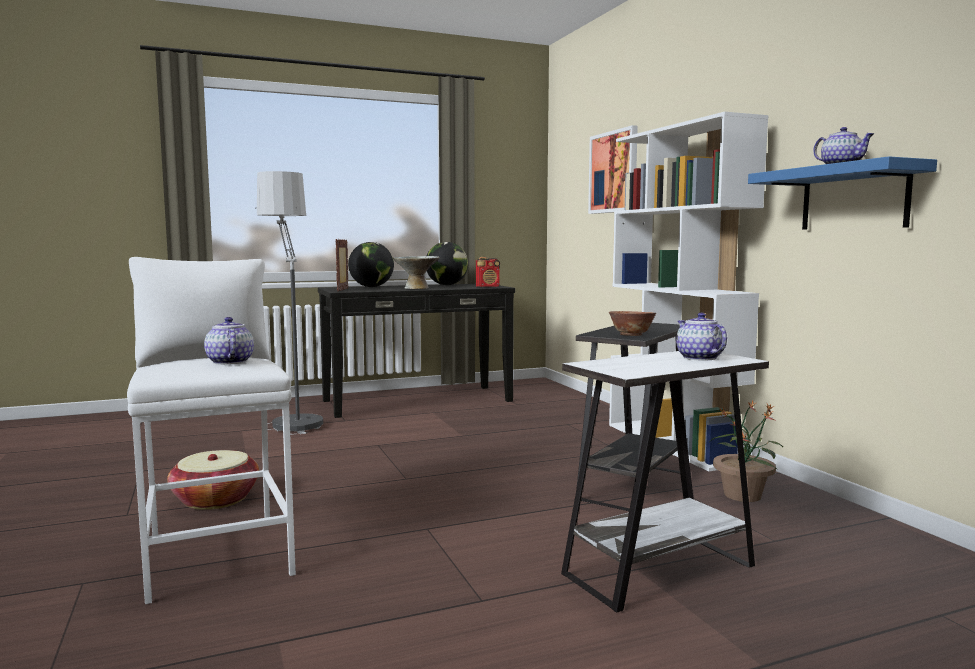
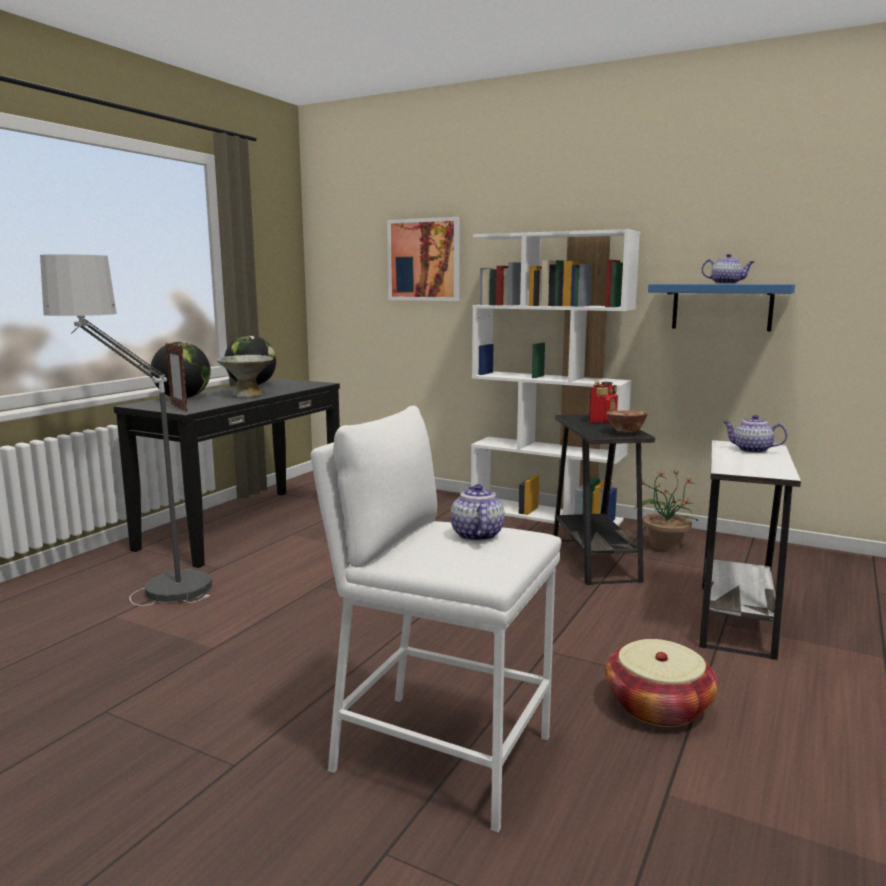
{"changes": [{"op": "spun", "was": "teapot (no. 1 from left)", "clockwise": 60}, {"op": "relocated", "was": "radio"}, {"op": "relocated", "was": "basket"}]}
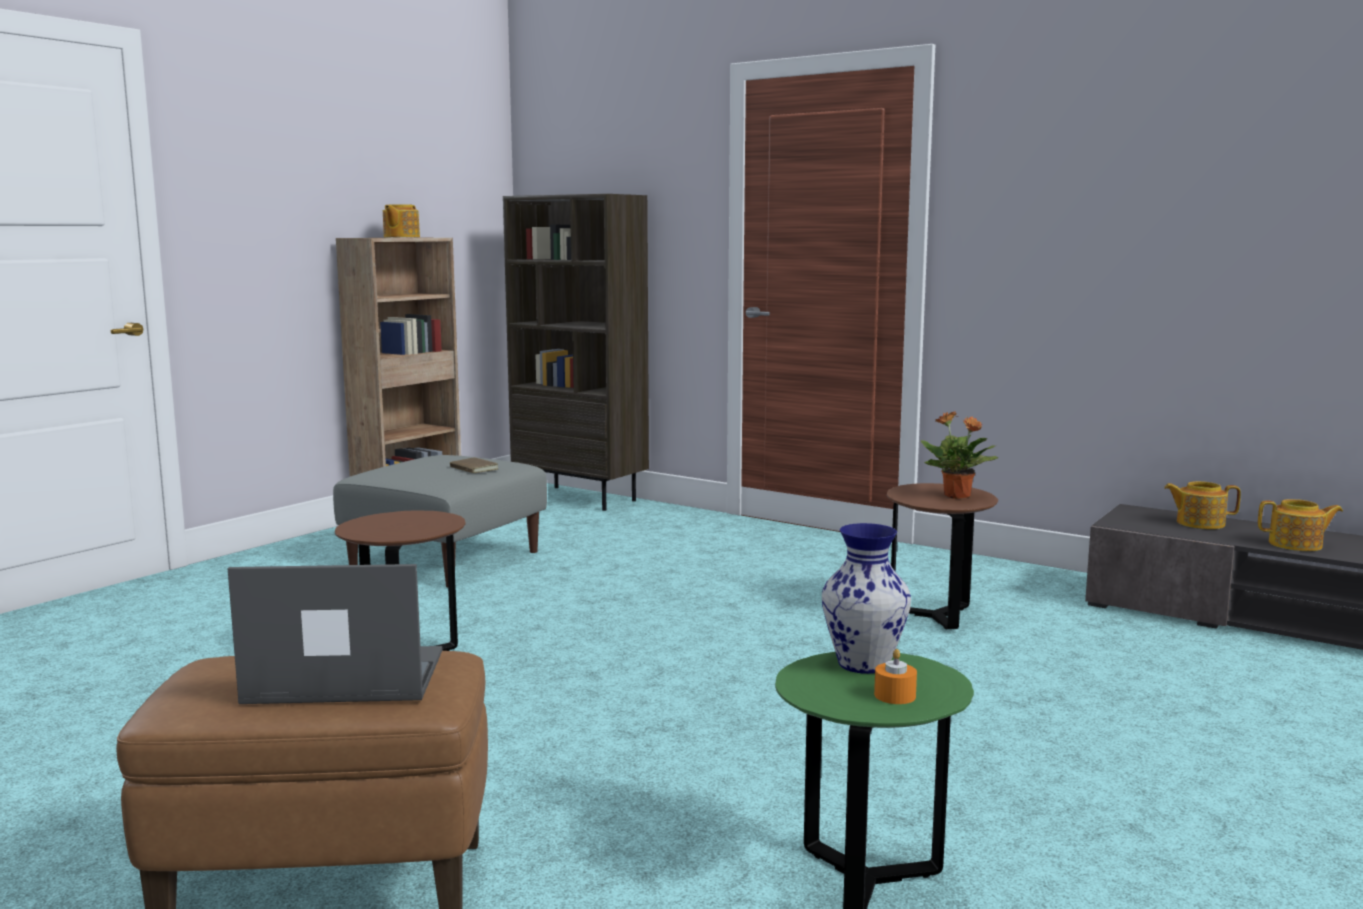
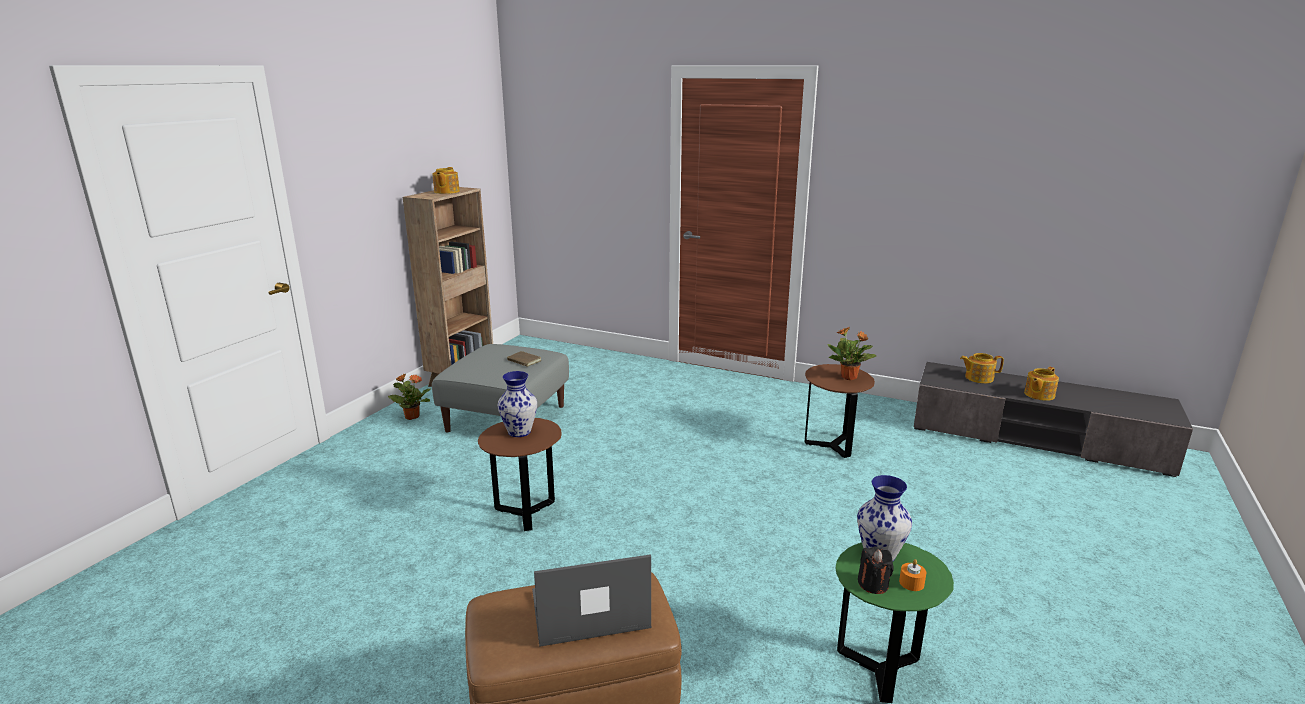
{"changes": [{"op": "appeared", "now": "potted_plant (no. 1 from left)"}, {"op": "appeared", "now": "vase (no. 1 from left)"}, {"op": "appeared", "now": "black_candle"}, {"op": "spun", "was": "teapot (no. 3 from left)", "clockwise": 135}, {"op": "missing", "was": "brown_bookcase (no. 2 from left)"}]}
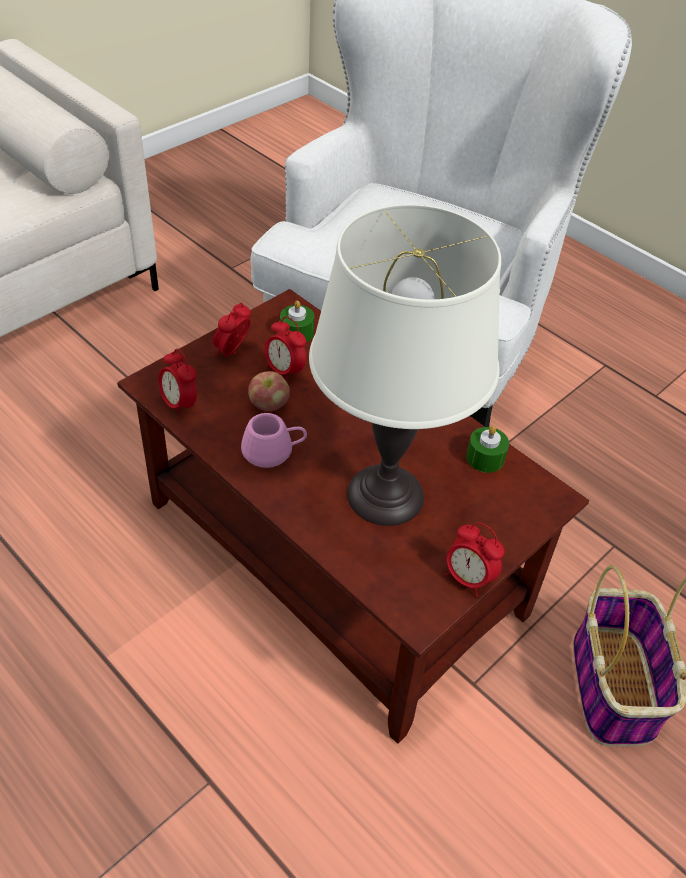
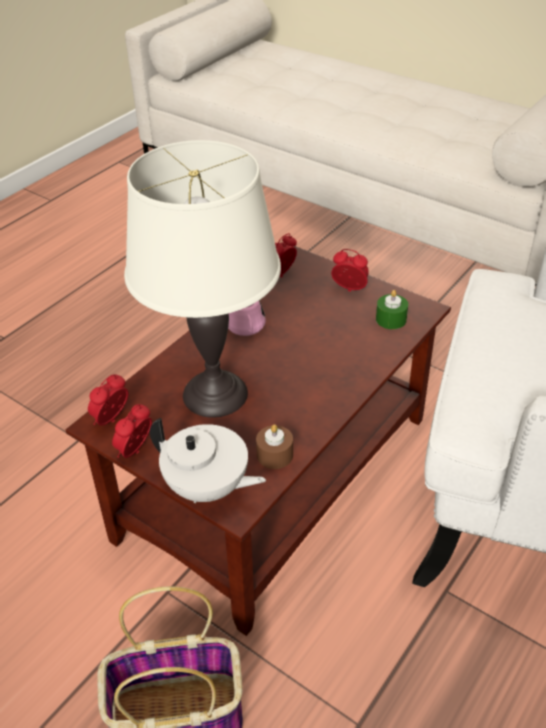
{"changes": [{"op": "relocated", "was": "alarm_clock (no. 3 from left in the first image)", "now": "alarm_clock (no. 1 from left)"}, {"op": "appeared", "now": "white_teapot"}, {"op": "colour", "was": "green_candle (no. 2 from left)", "now": "brown_candle"}, {"op": "missing", "was": "apple"}]}
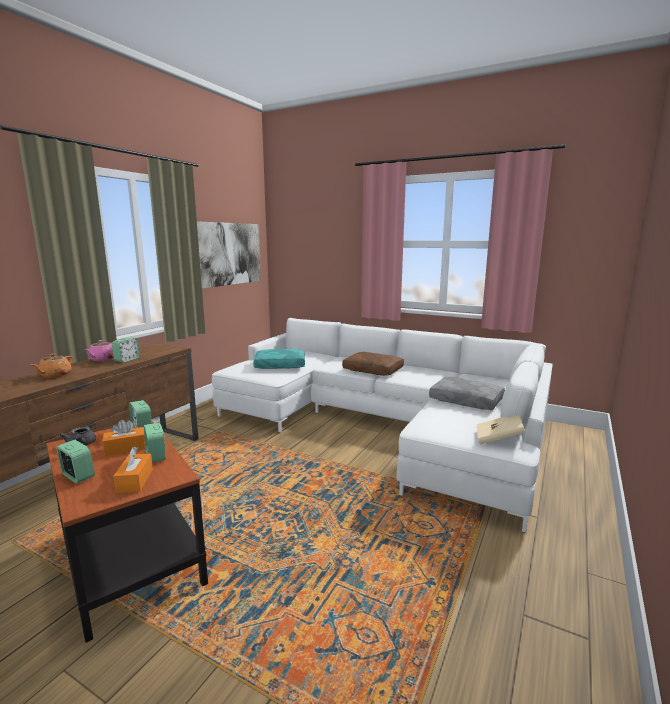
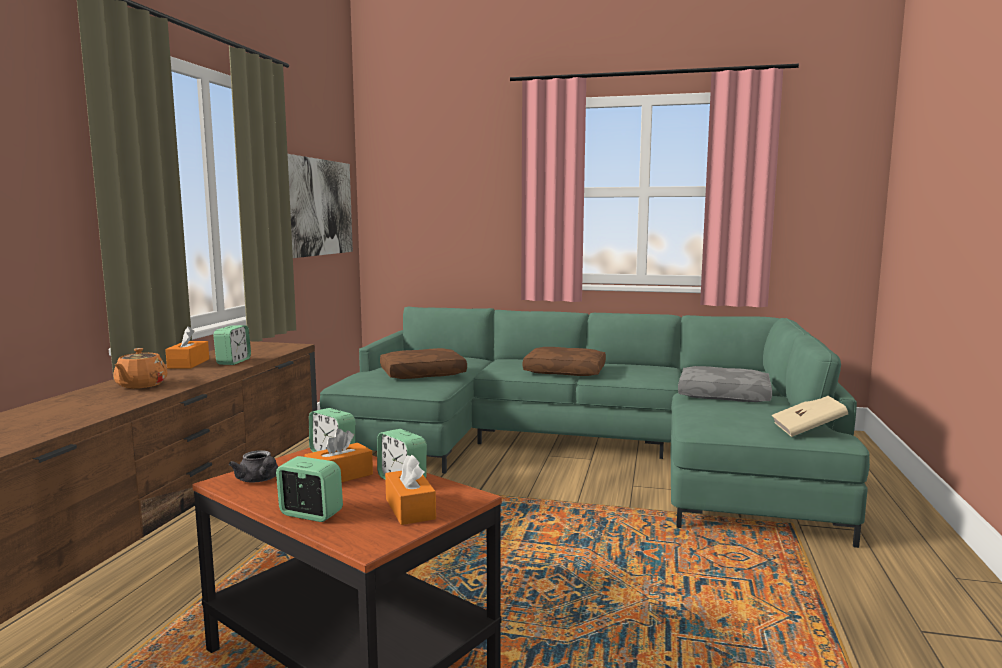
{"changes": [{"op": "exchanged", "was": "pink_teapot", "now": "orange_tissue_box (no. 1 from left)"}, {"op": "colour", "was": "white_sofa", "now": "green_sofa"}, {"op": "colour", "was": "turquoise_pillow", "now": "brown_pillow (no. 1 from left)"}]}
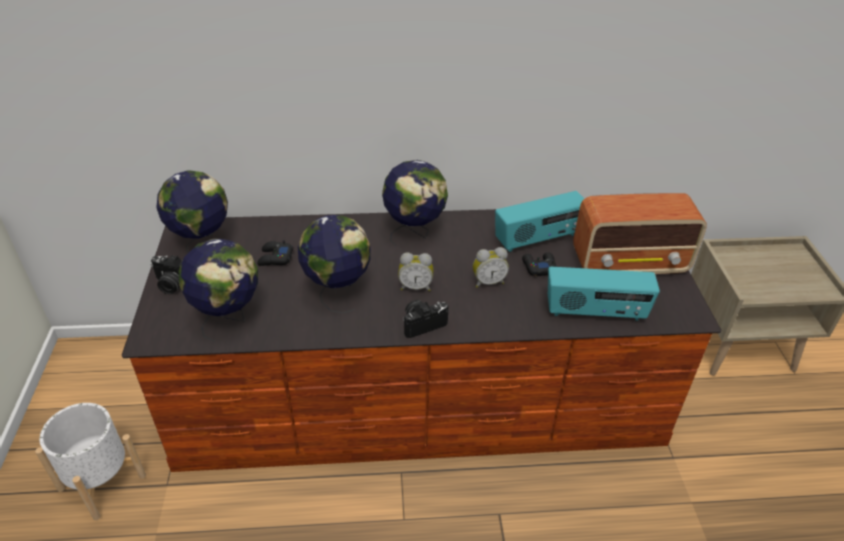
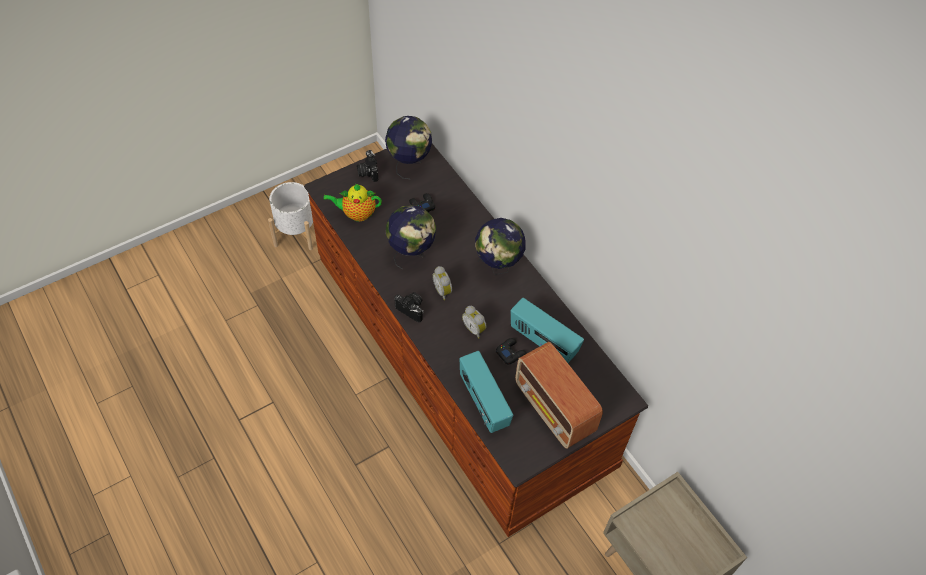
{"changes": [{"op": "exchanged", "was": "globe (no. 2 from left)", "now": "teapot"}]}
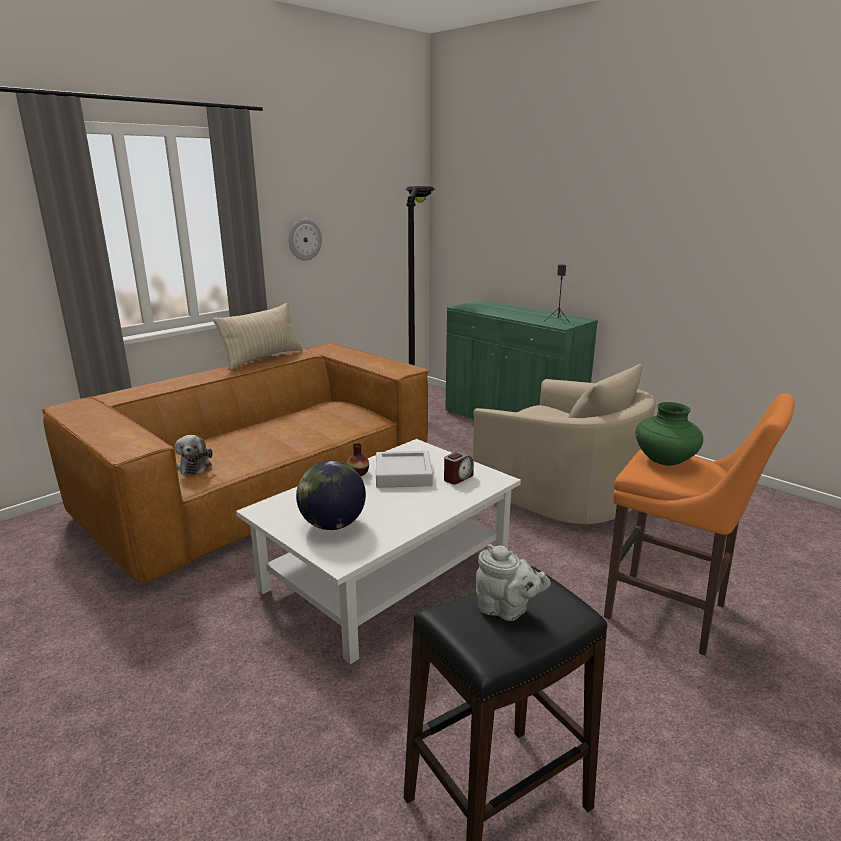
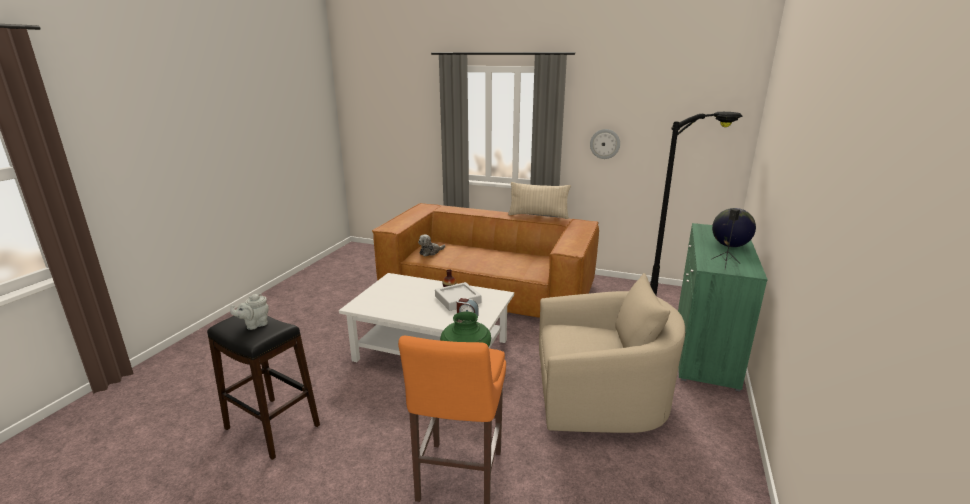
{"changes": [{"op": "spun", "was": "grey_teapot", "clockwise": 45}, {"op": "spun", "was": "beige_armchair", "clockwise": -105}, {"op": "relocated", "was": "globe"}]}
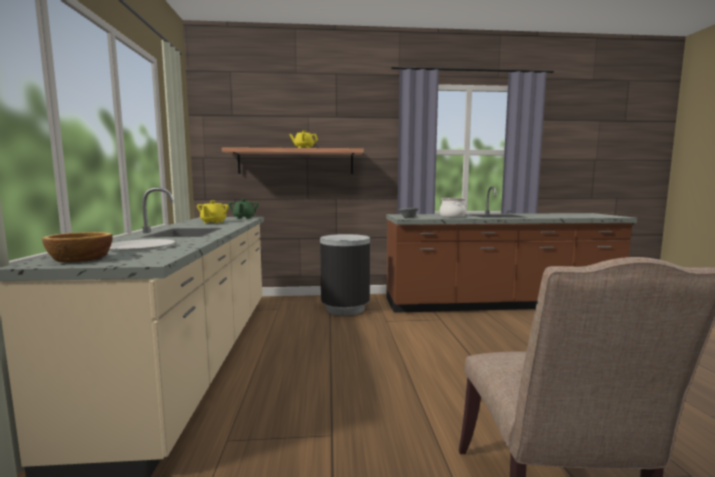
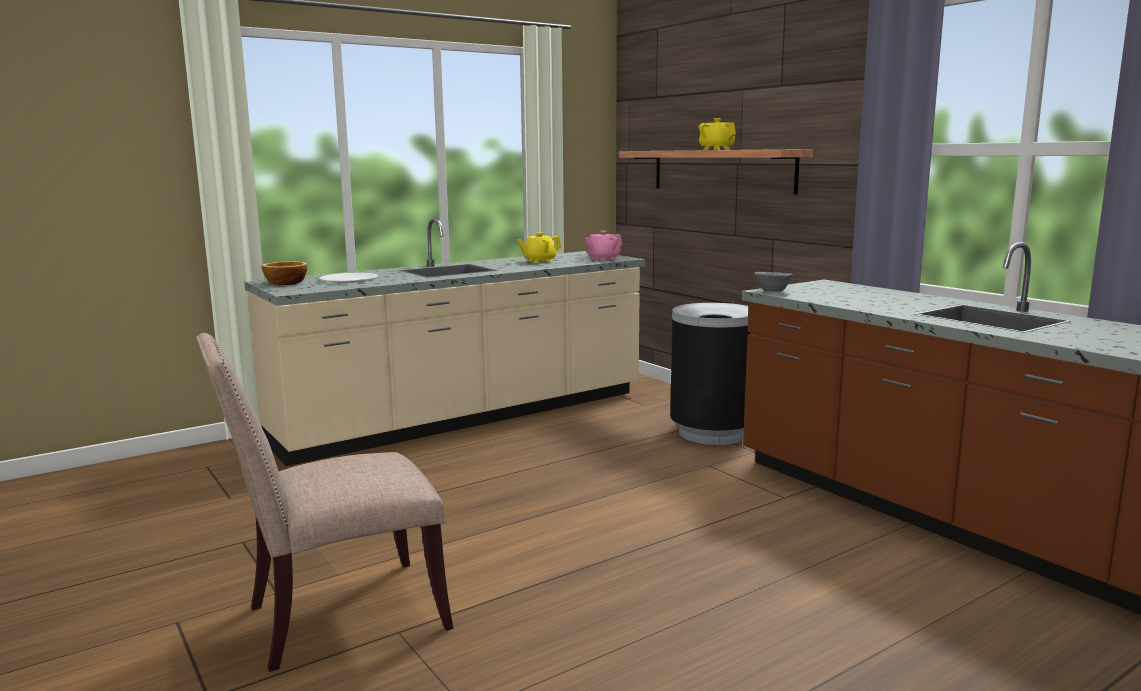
{"changes": [{"op": "colour", "was": "green_teapot", "now": "pink_teapot"}, {"op": "missing", "was": "cooking_pot"}]}
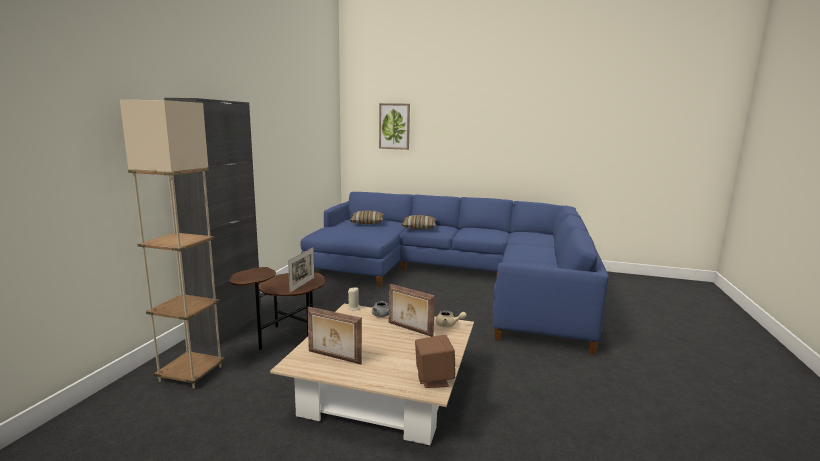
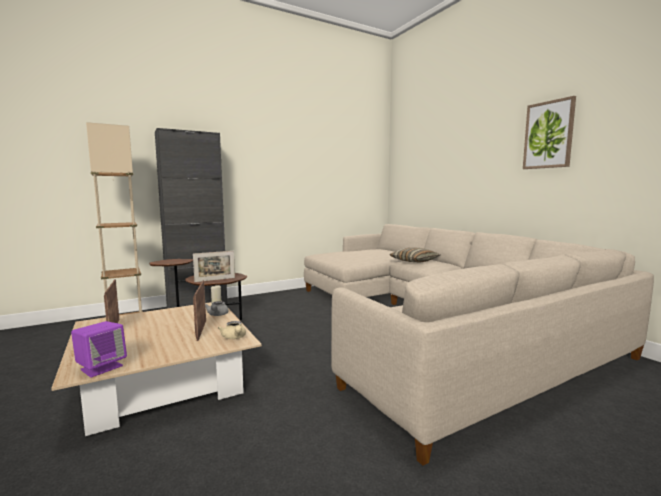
{"changes": [{"op": "colour", "was": "brown_speaker", "now": "purple_speaker"}, {"op": "colour", "was": "blue_sofa", "now": "beige_sofa"}, {"op": "relocated", "was": "picture"}, {"op": "missing", "was": "pillow (no. 1 from left)"}]}
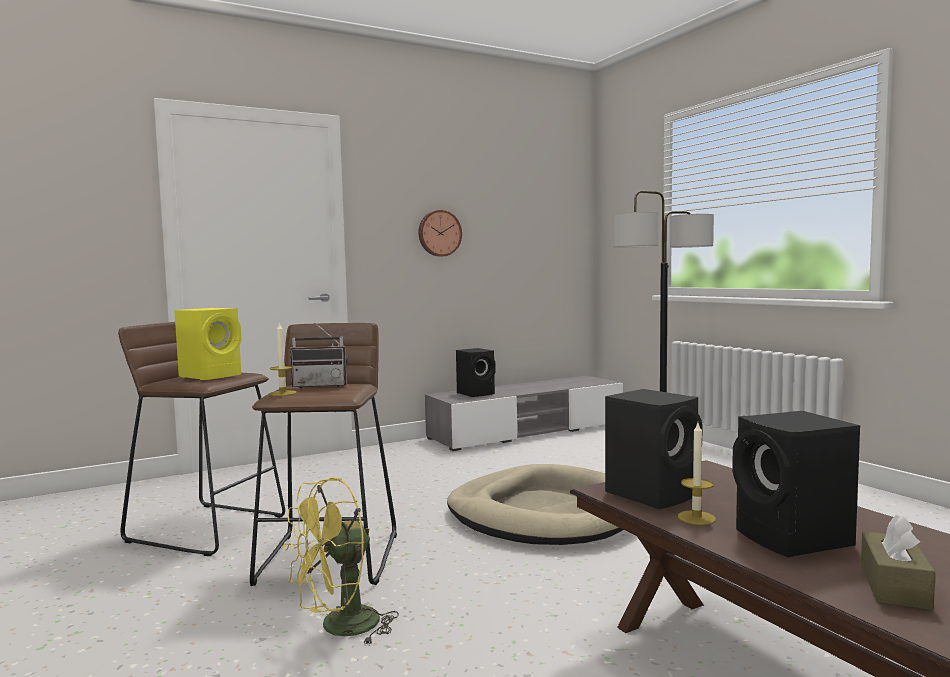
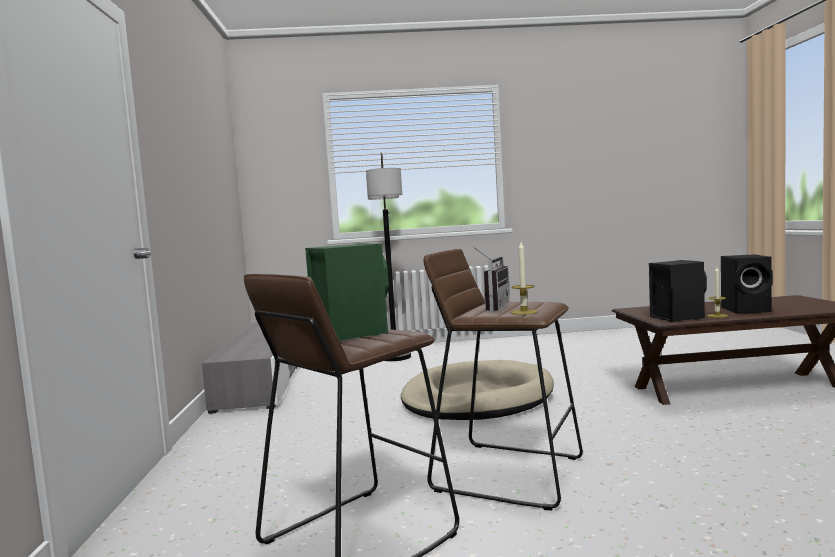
{"changes": [{"op": "colour", "was": "yellow_speaker", "now": "green_speaker"}, {"op": "missing", "was": "yellow_fan"}, {"op": "missing", "was": "wall_clock"}, {"op": "missing", "was": "black_speaker (no. 1 from left)"}, {"op": "missing", "was": "brown_tissue_box"}]}
